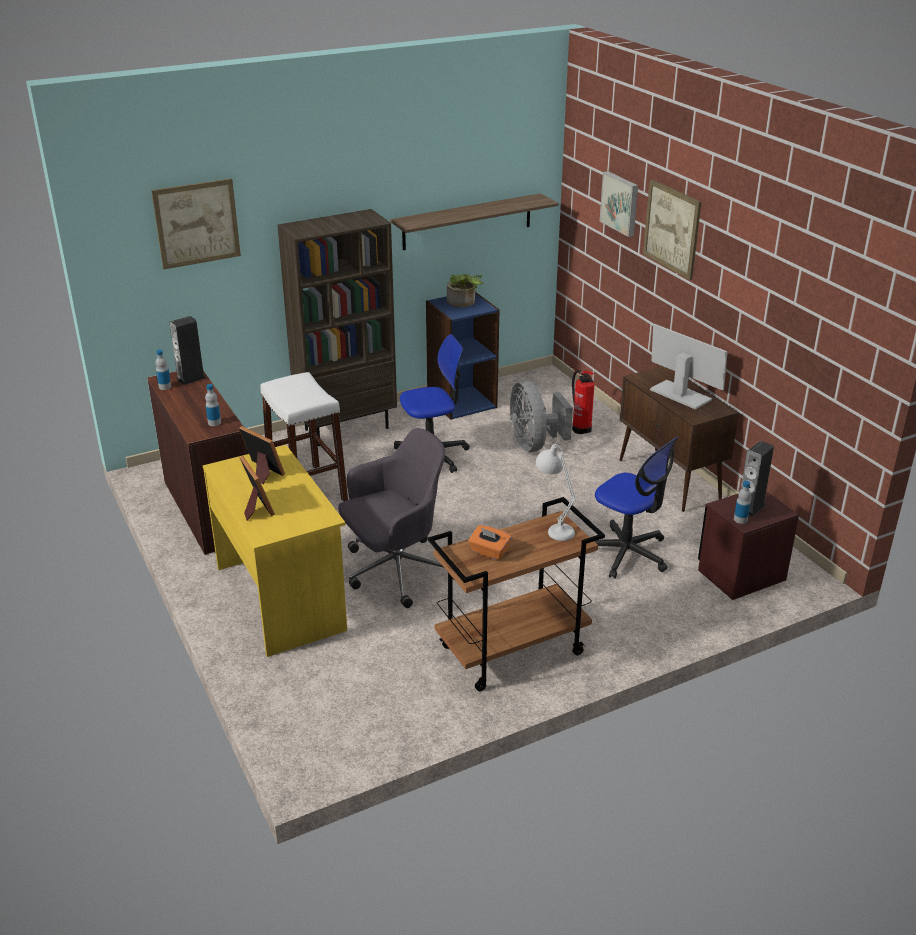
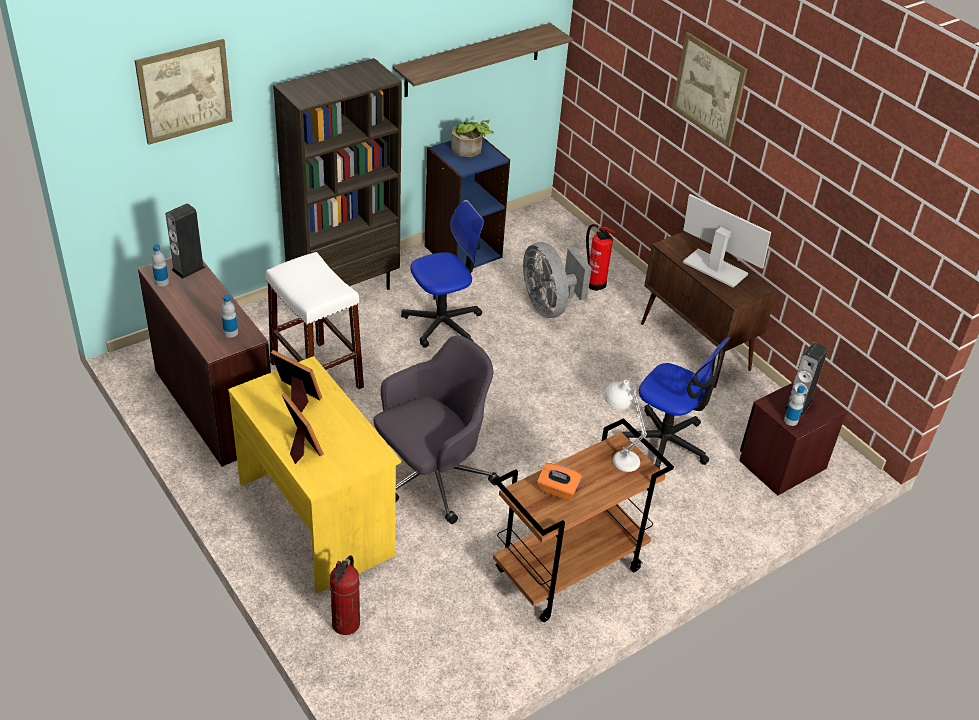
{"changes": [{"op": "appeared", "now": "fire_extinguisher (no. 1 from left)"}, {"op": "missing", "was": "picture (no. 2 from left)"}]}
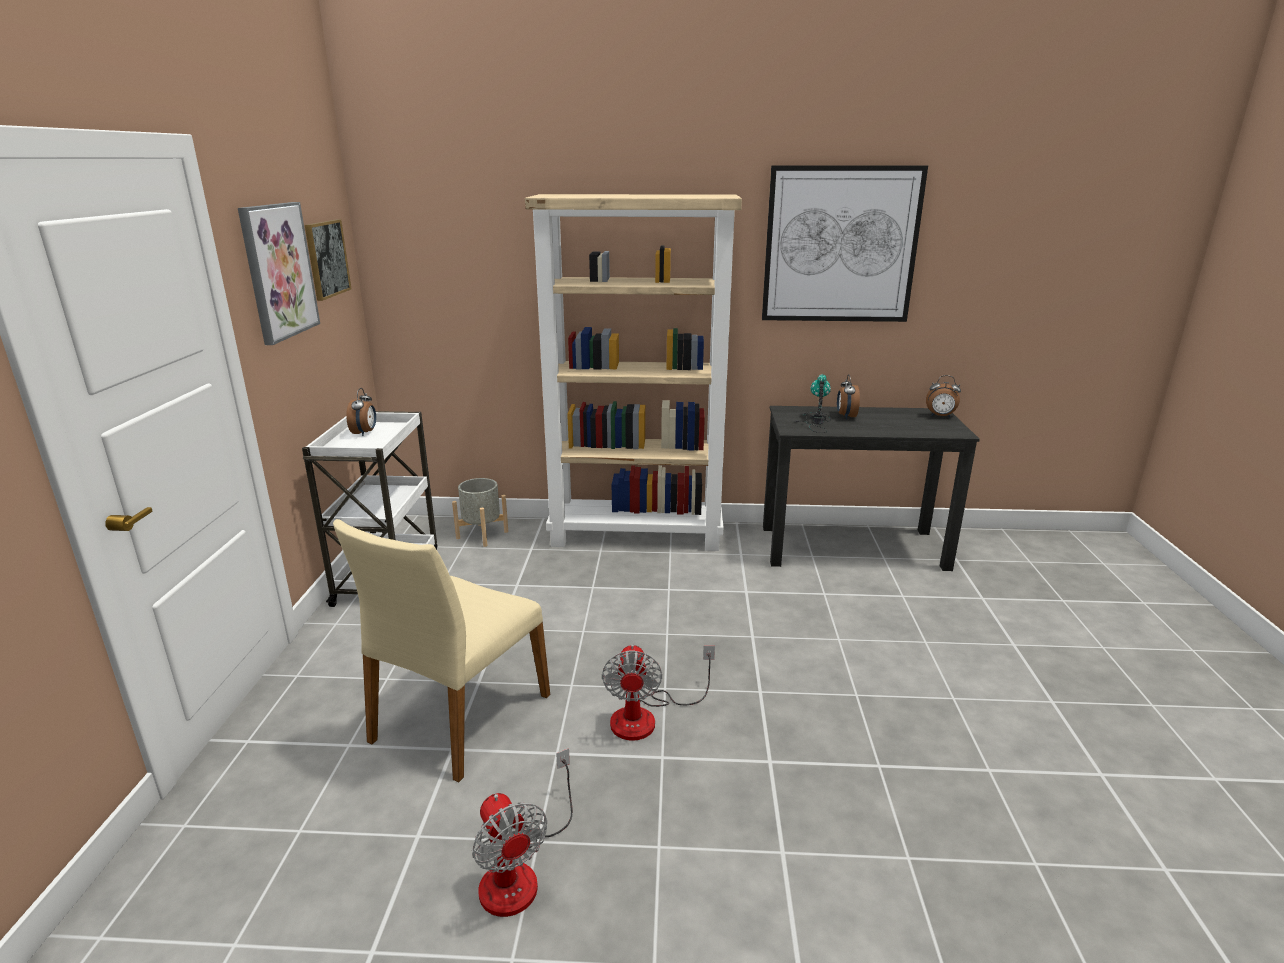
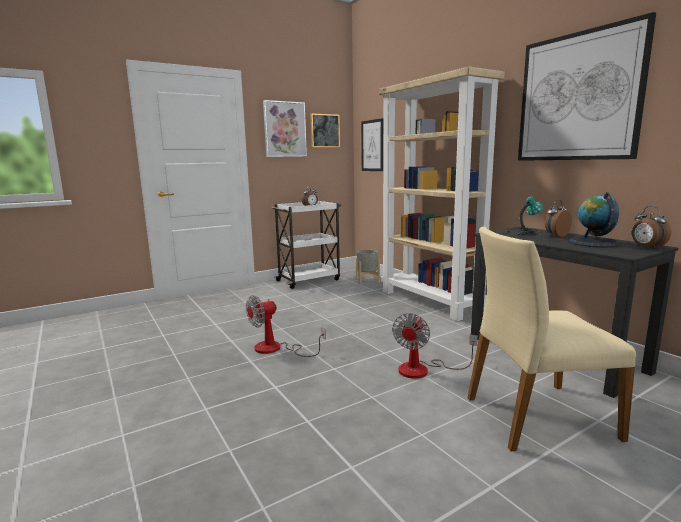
{"changes": [{"op": "appeared", "now": "picture (no. 3 from left)"}, {"op": "relocated", "was": "fan (no. 1 from left in the first image)", "now": "fan (no. 2 from left)"}, {"op": "relocated", "was": "beige_chair"}, {"op": "appeared", "now": "globe"}]}
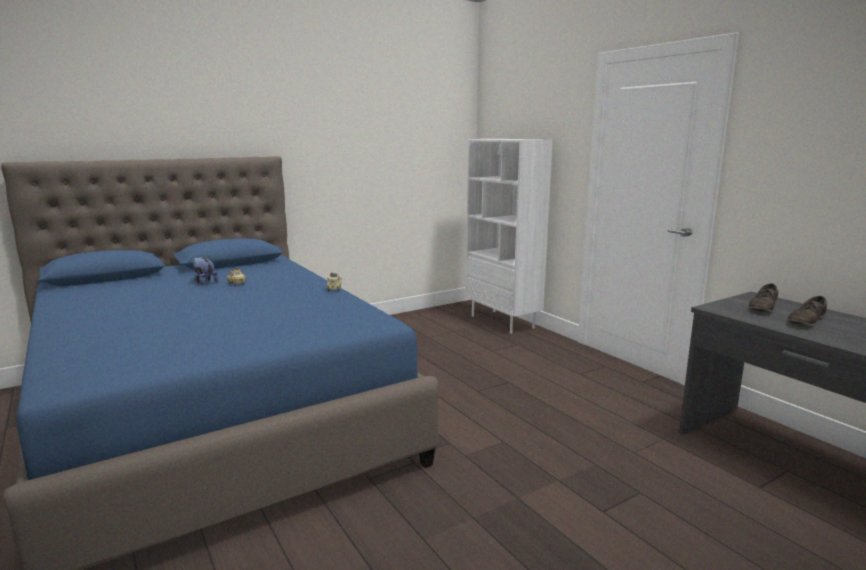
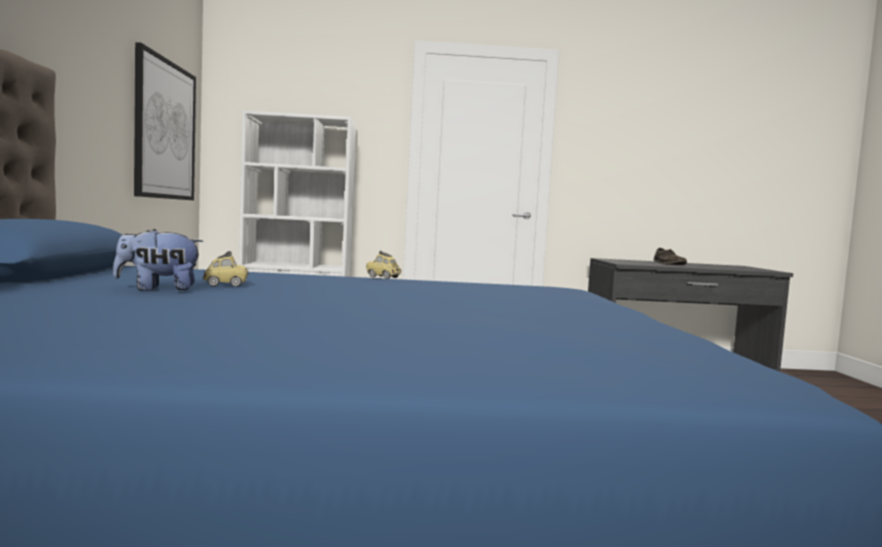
{"changes": [{"op": "appeared", "now": "picture"}, {"op": "missing", "was": "brown_shoe (no. 1 from left)"}]}
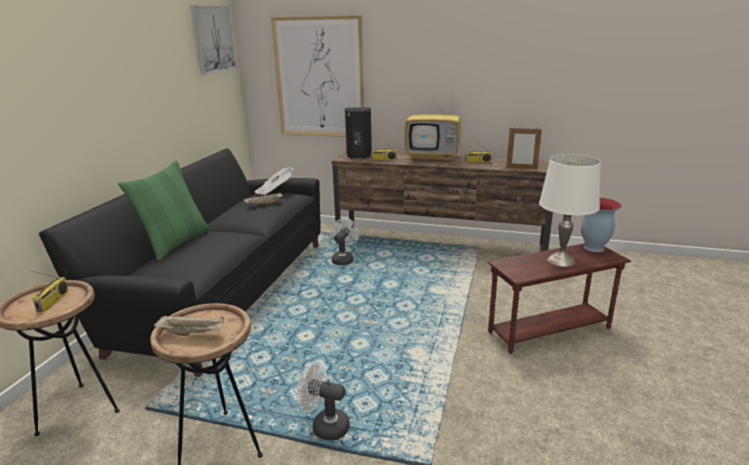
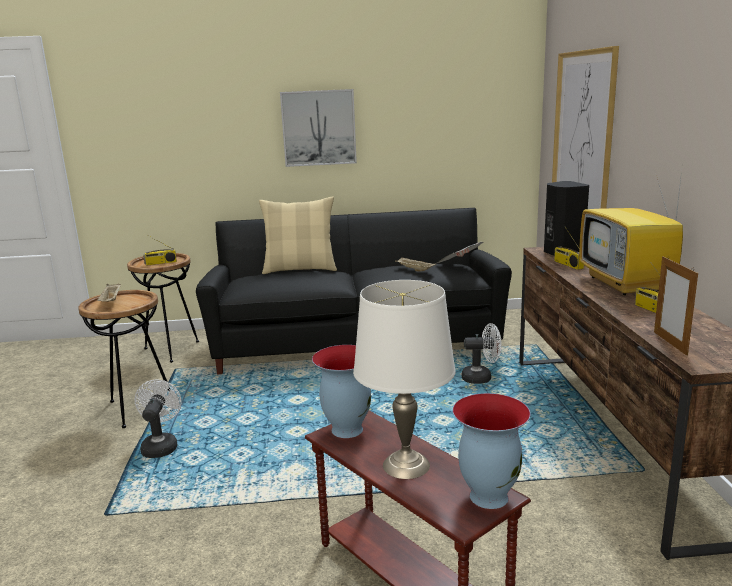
{"changes": [{"op": "colour", "was": "green_pillow", "now": "beige_pillow"}, {"op": "relocated", "was": "picture (no. 1 from left)"}, {"op": "appeared", "now": "vase (no. 1 from left)"}]}
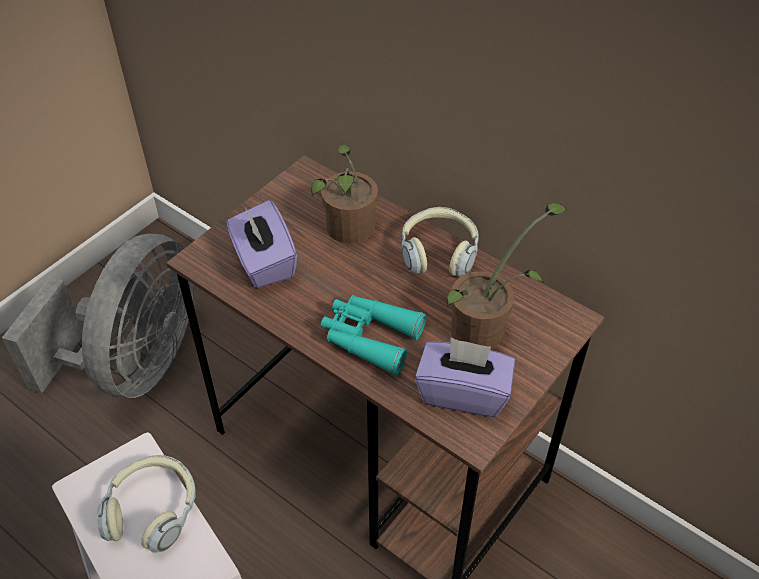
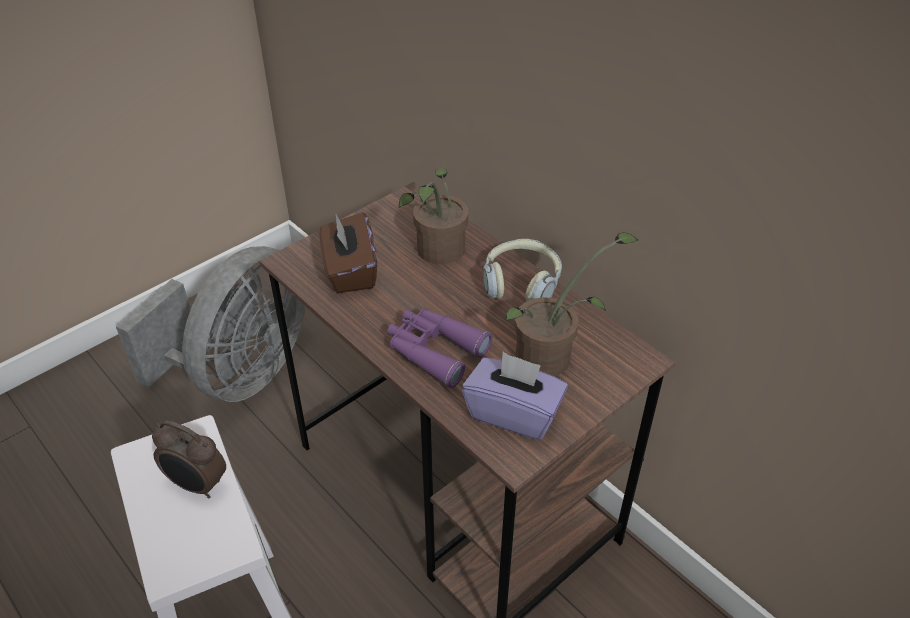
{"changes": [{"op": "exchanged", "was": "headphones (no. 1 from left)", "now": "alarm_clock"}, {"op": "colour", "was": "purple_tissue_box (no. 1 from left)", "now": "brown_tissue_box"}, {"op": "colour", "was": "turquoise_binoculars", "now": "purple_binoculars"}]}
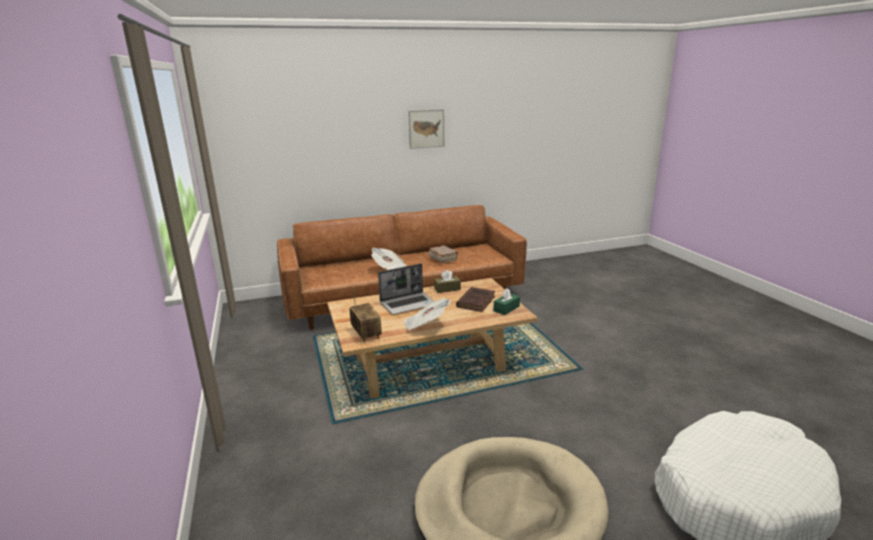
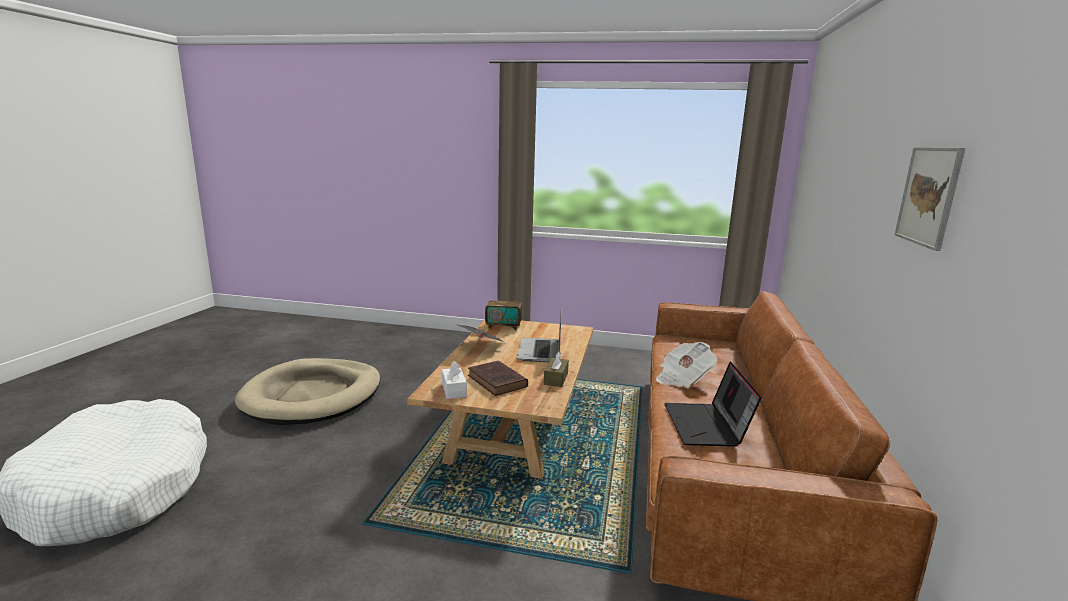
{"changes": [{"op": "colour", "was": "green_tissue_box", "now": "white_tissue_box"}, {"op": "exchanged", "was": "brown_book (no. 1 from left)", "now": "laptop (no. 2 from left)"}]}
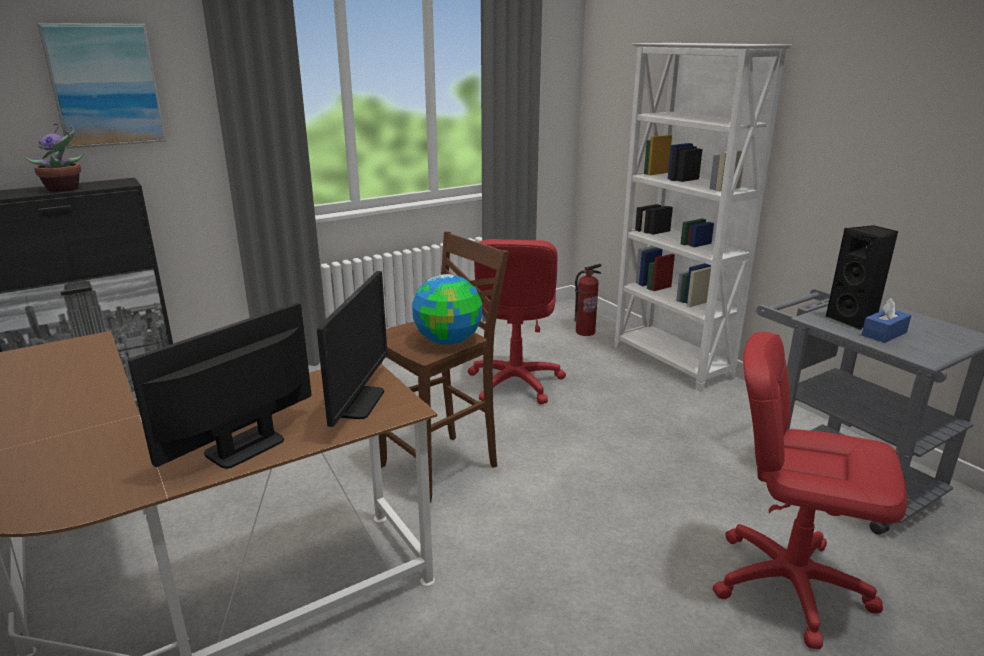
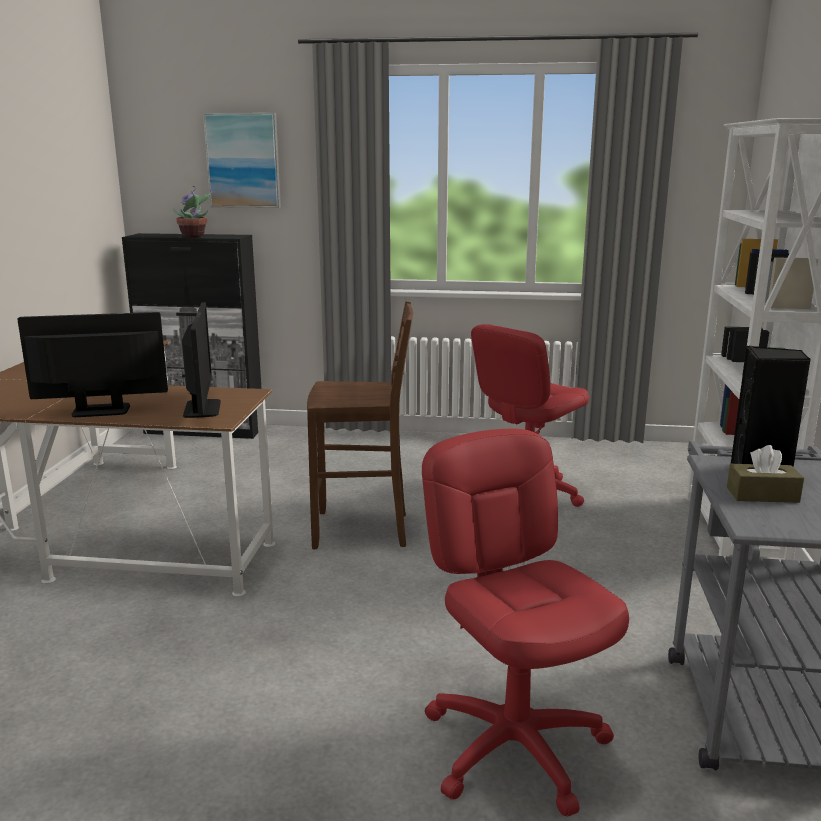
{"changes": [{"op": "spun", "was": "monitor (no. 2 from left)", "clockwise": -60}, {"op": "colour", "was": "blue_tissue_box", "now": "brown_tissue_box"}, {"op": "missing", "was": "globe"}, {"op": "missing", "was": "fire_extinguisher"}]}
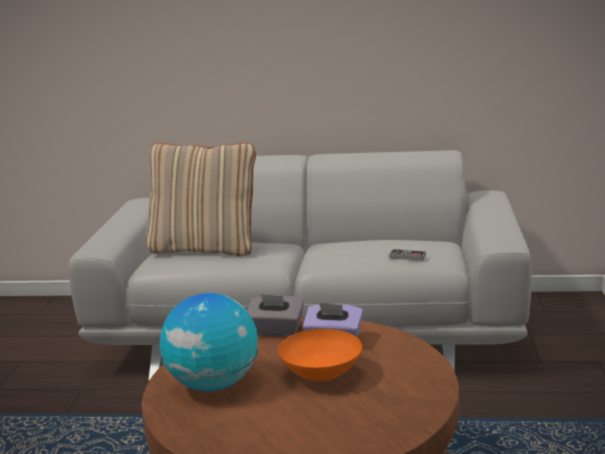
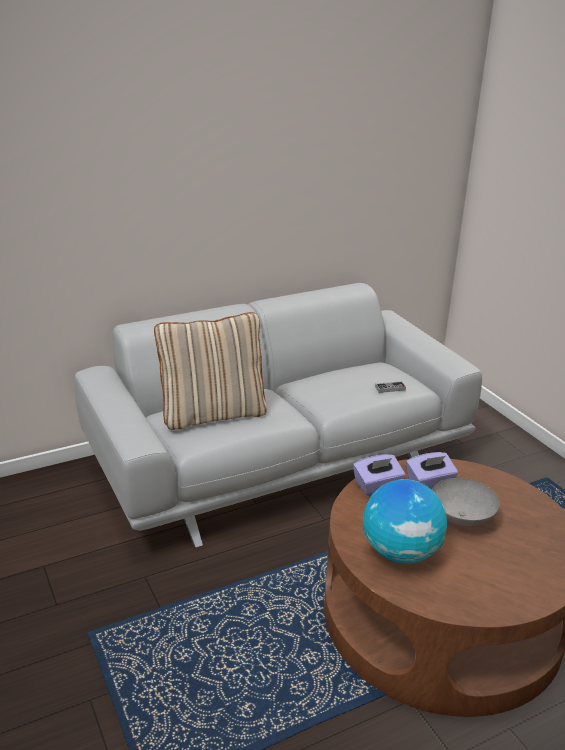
{"changes": [{"op": "colour", "was": "grey_tissue_box", "now": "purple_tissue_box (no. 1 from left)"}, {"op": "colour", "was": "orange_bowl", "now": "grey_bowl"}]}
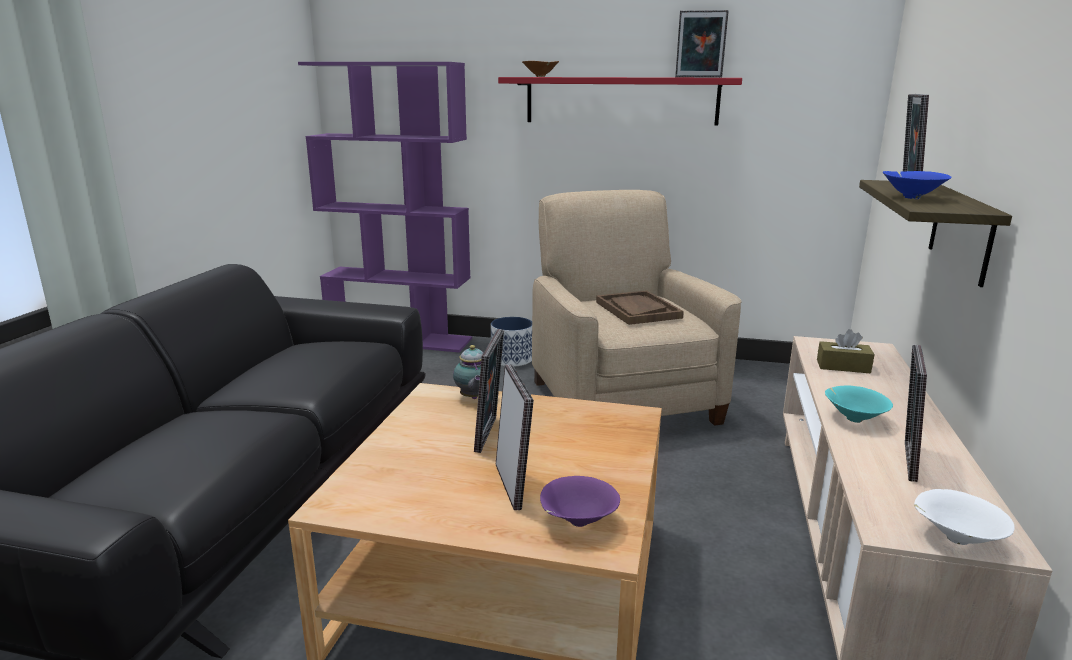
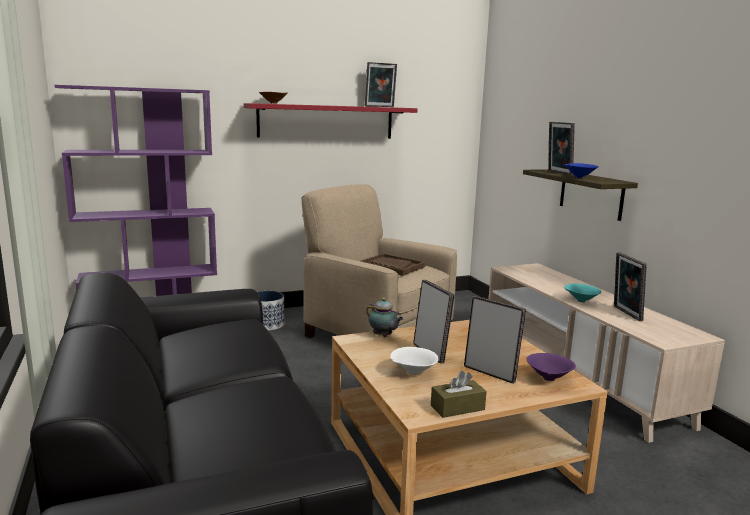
{"changes": [{"op": "relocated", "was": "white_bowl"}, {"op": "relocated", "was": "brown_tissue_box"}]}
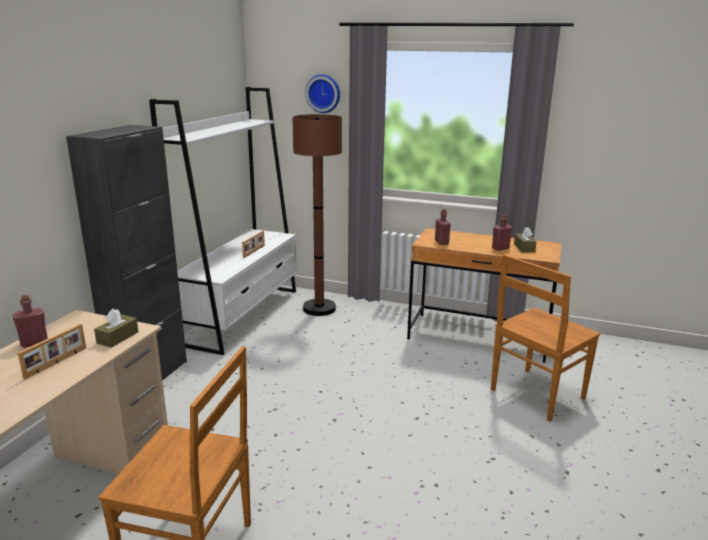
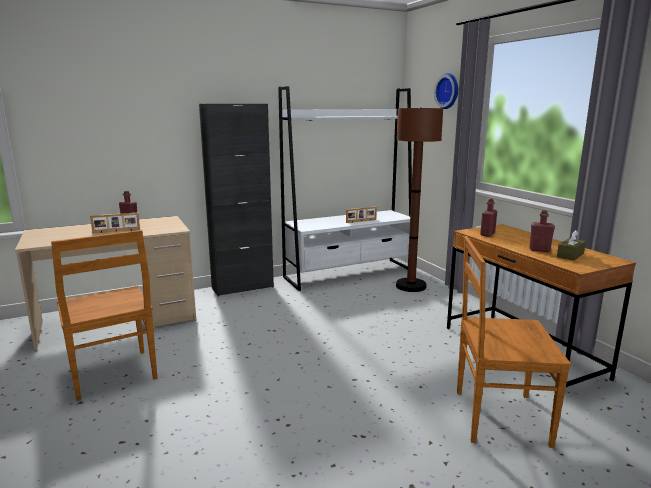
{"changes": [{"op": "missing", "was": "brown_tissue_box (no. 1 from left)"}]}
